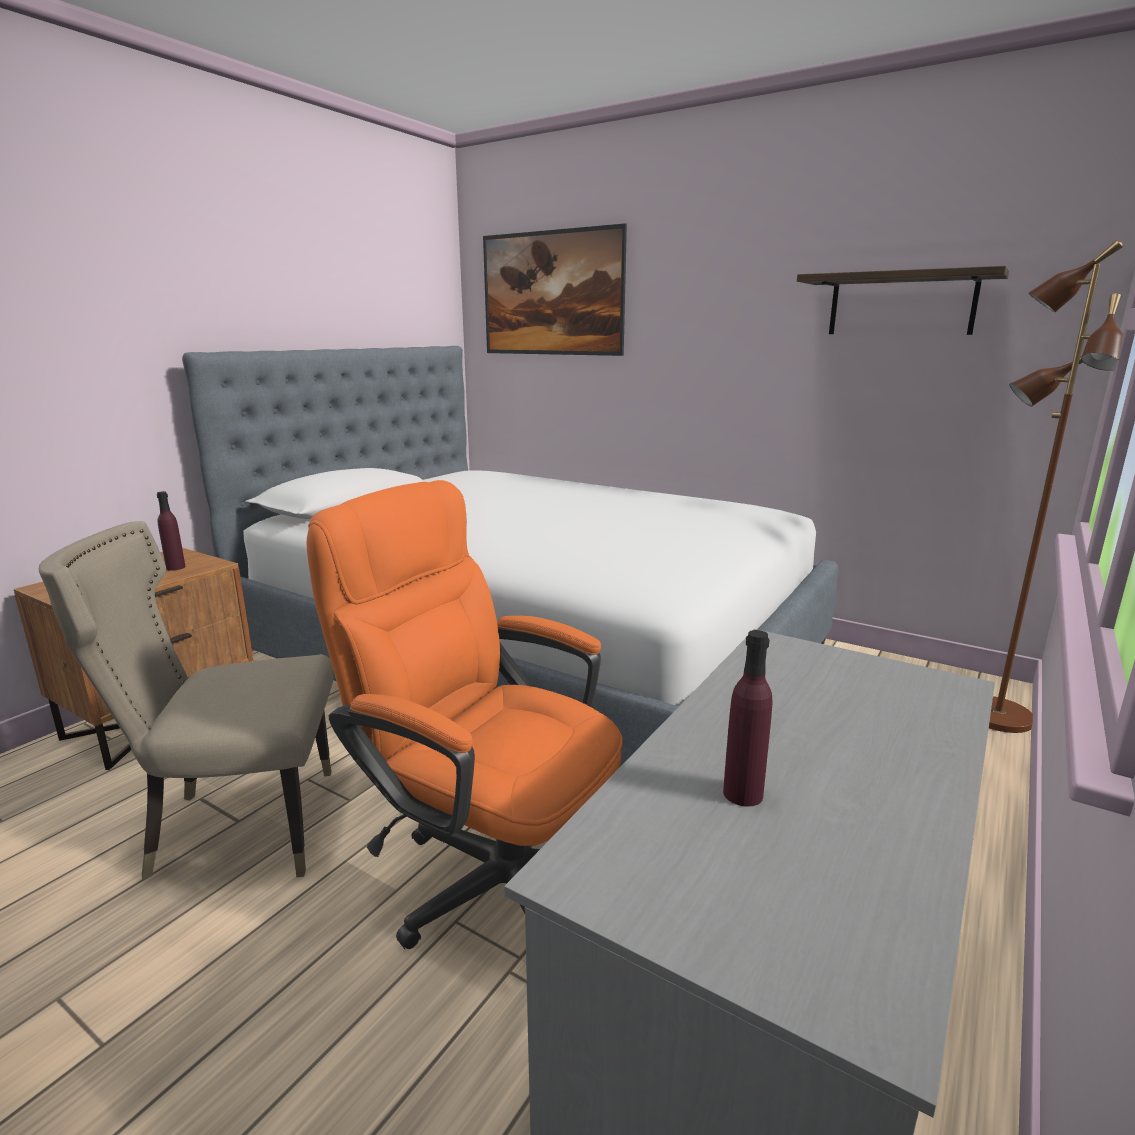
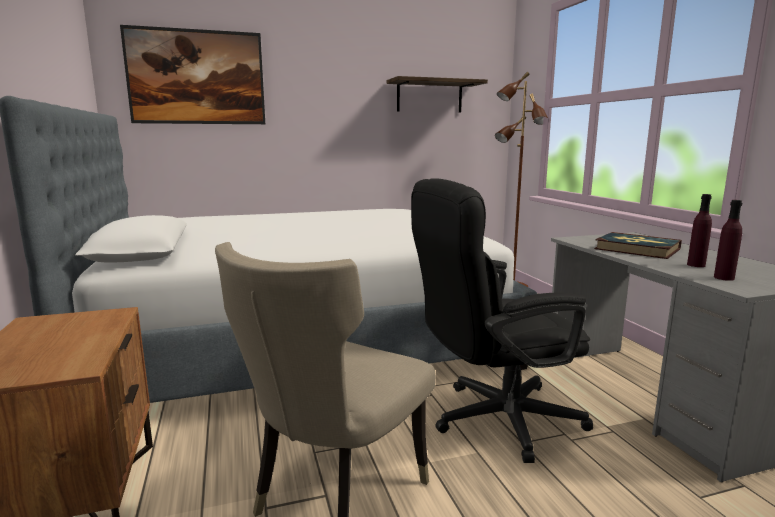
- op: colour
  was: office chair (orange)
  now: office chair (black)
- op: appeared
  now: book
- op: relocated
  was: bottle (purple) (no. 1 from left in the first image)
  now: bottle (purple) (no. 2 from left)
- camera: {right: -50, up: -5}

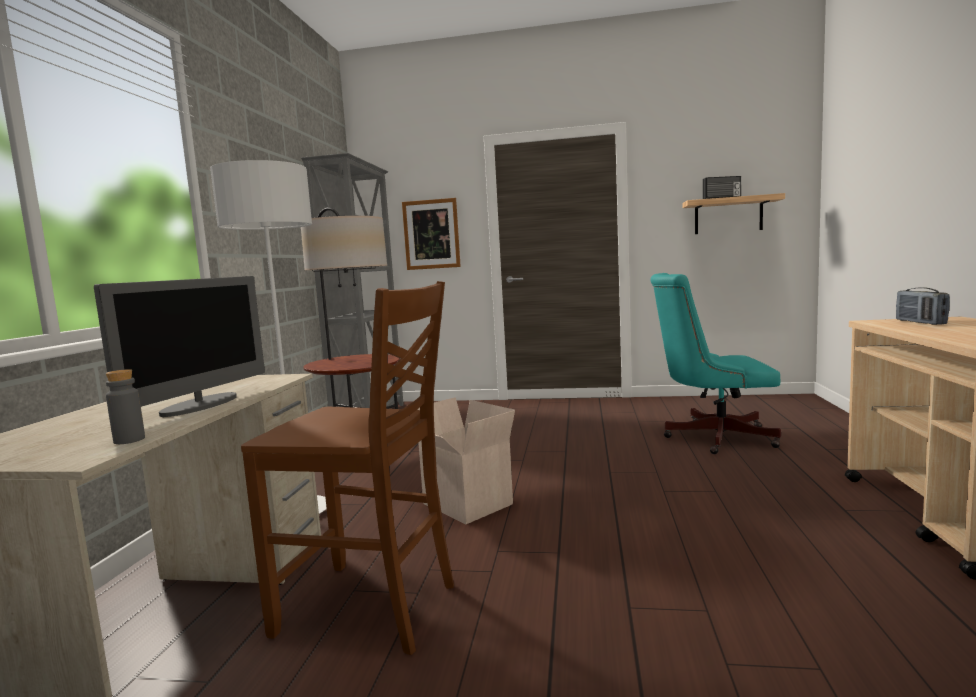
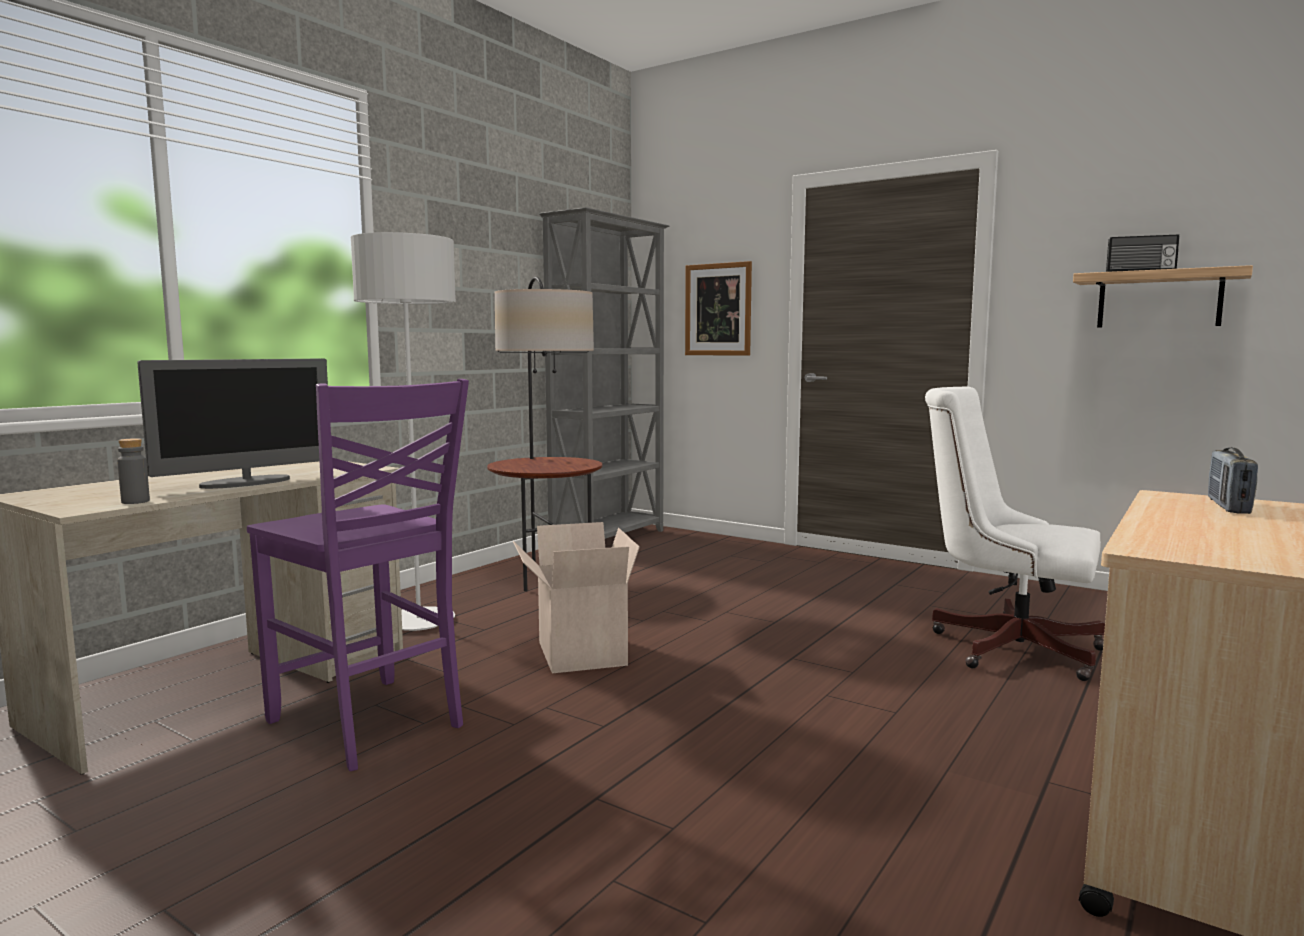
- op: colour
  was: chair (brown)
  now: chair (purple)
- op: colour
  was: office chair (turquoise)
  now: office chair (white)
- camera: {right: 25, up: 0}

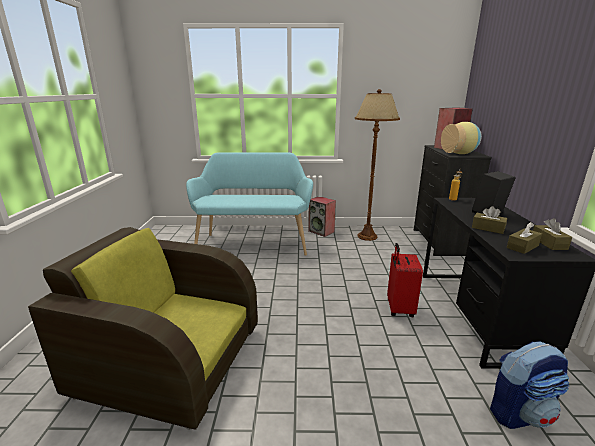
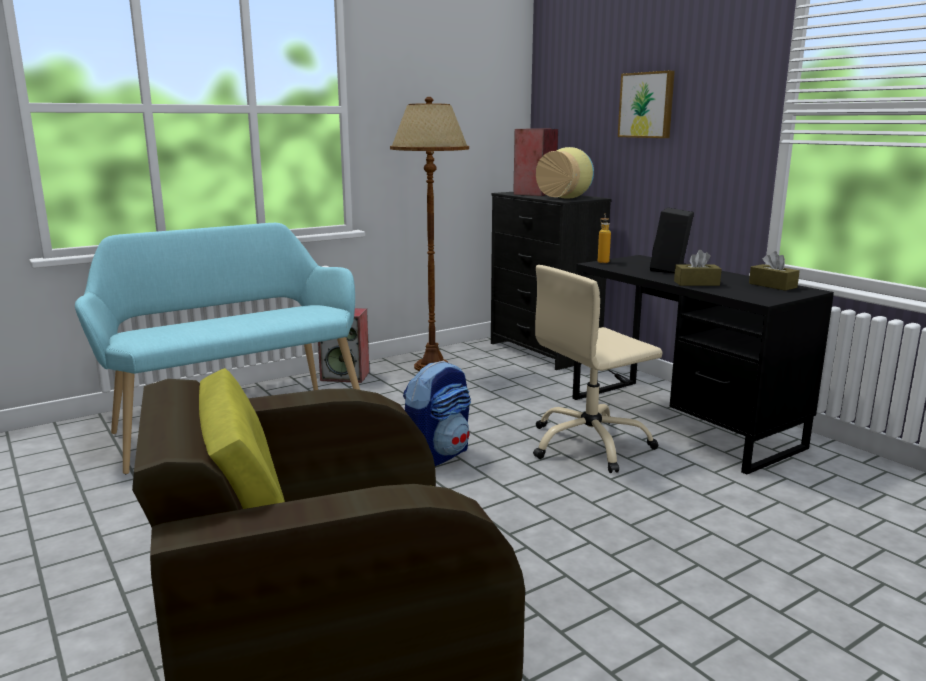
- op: relocated
  was: backpack
- op: exchanged
  was: suitcase (red)
  now: office chair (beige)
- op: appeared
  now: picture
- op: missing
  was: tissue box (brown) (no. 2 from left)
- camera: {right: -35, up: -5}

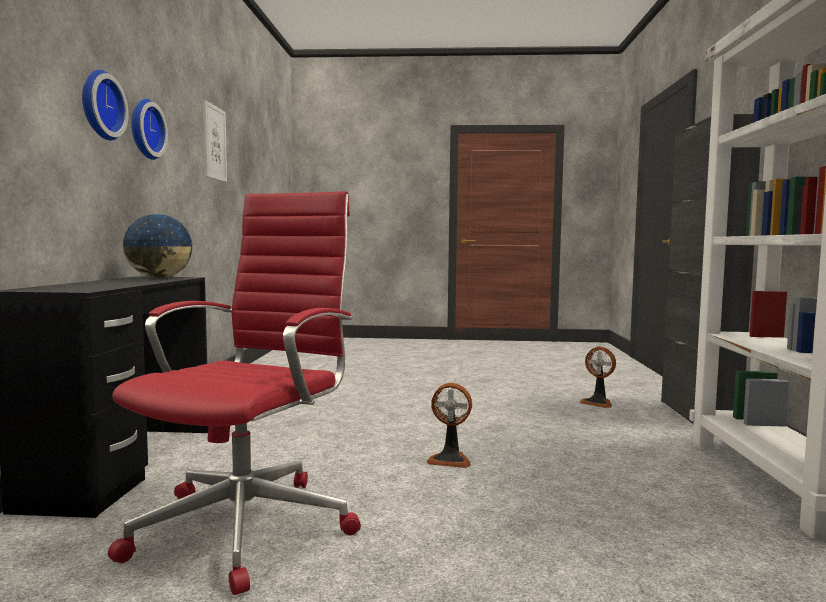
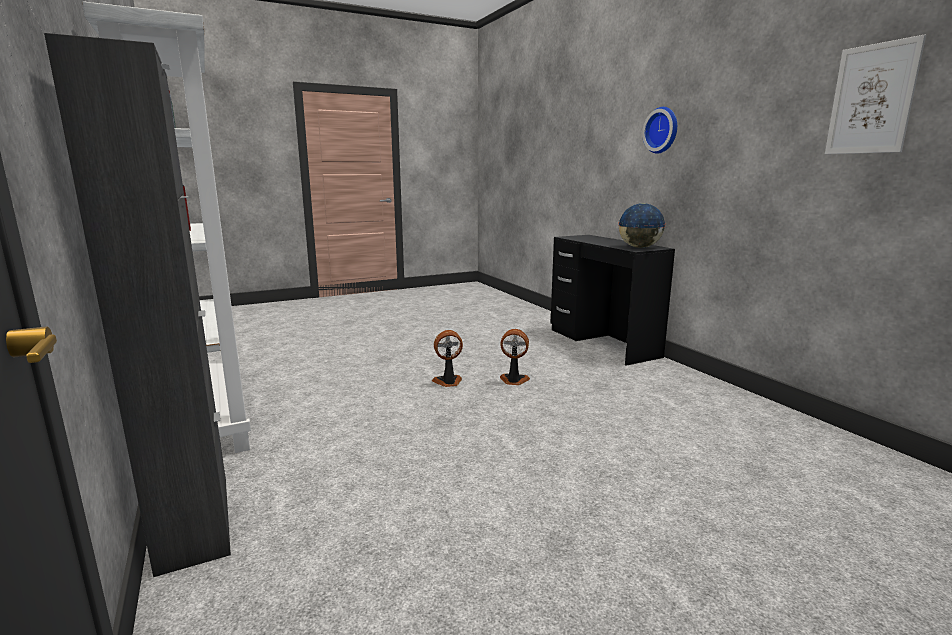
- op: relocated
  was: fan (no. 2 from left)
- op: missing
  was: office chair (red)
- op: missing
  was: wall clock (no. 2 from left)
- camera: {right: 150, up: 10}

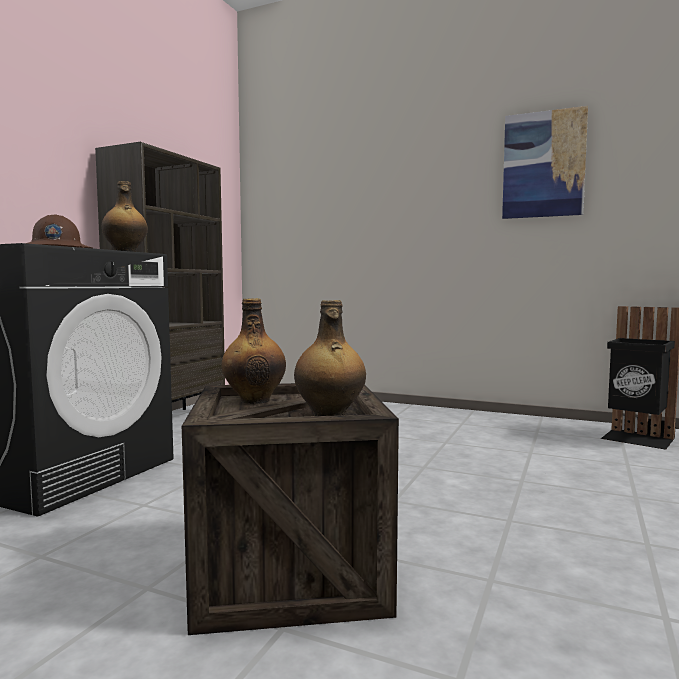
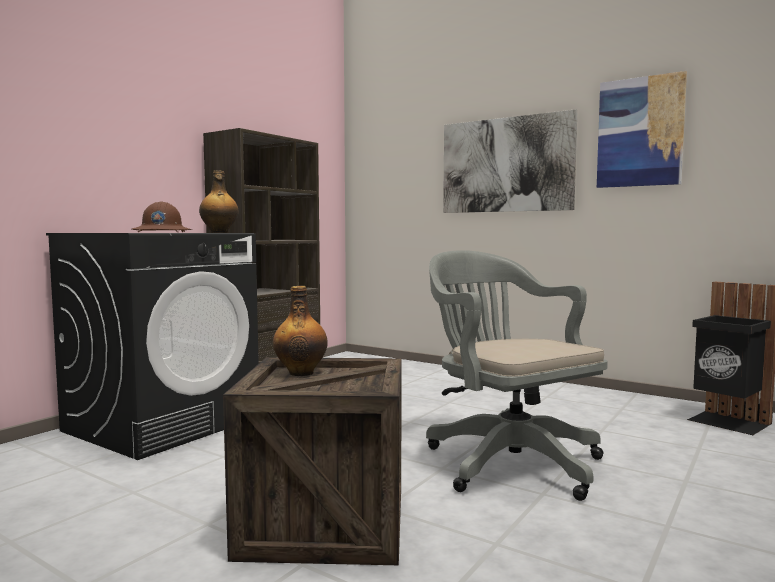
- op: appeared
  now: office chair (grey)
- op: appeared
  now: picture (no. 1 from left)
- op: missing
  was: bottle (no. 3 from left)
- camera: {right: 10, up: 0}

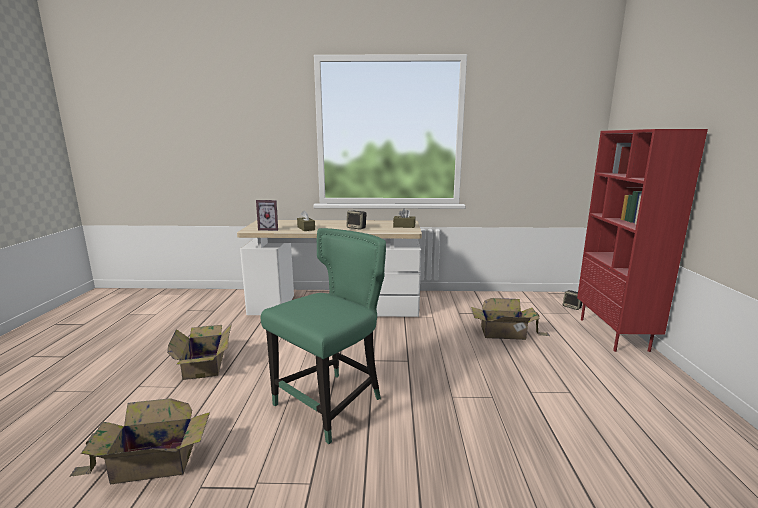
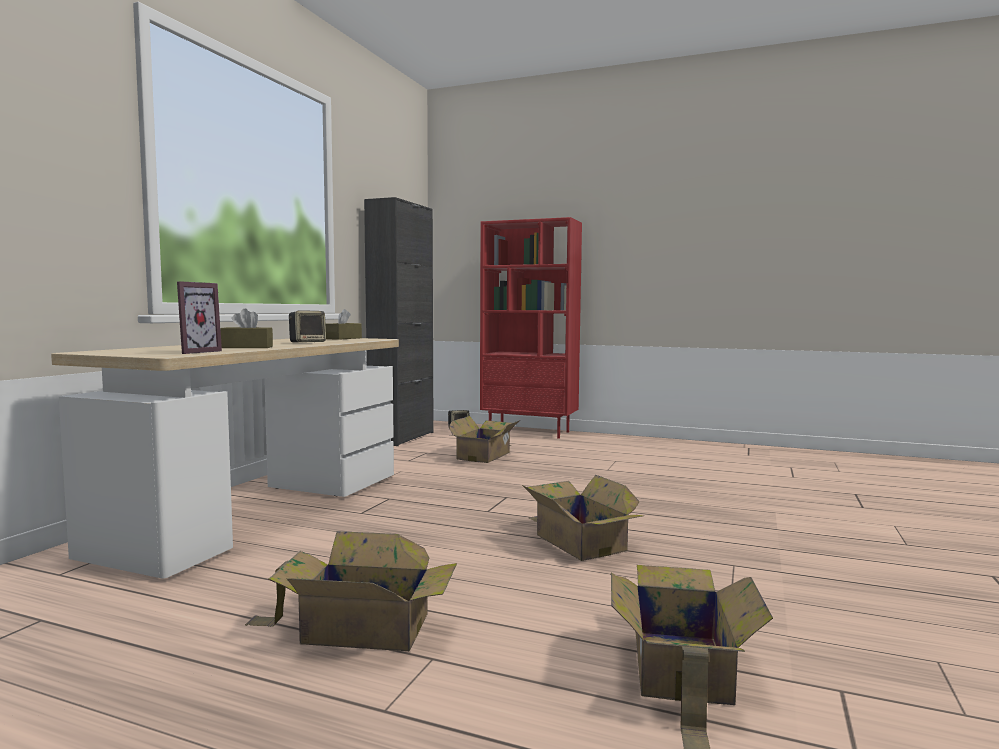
- op: appeared
  now: cabinet (black)
- op: exchanged
  was: chair (green)
  now: cardboard box (no. 3 from left)
- camera: {right: -70, up: -10}

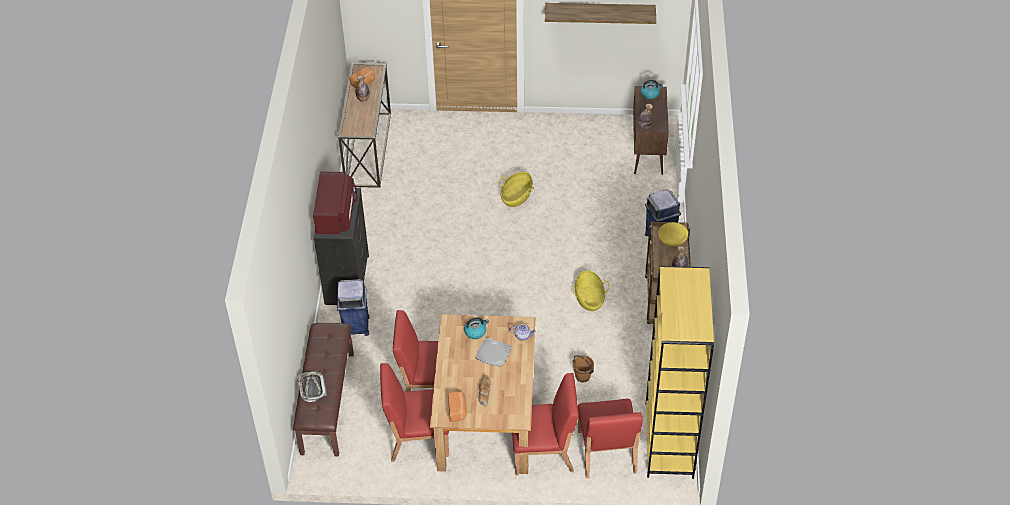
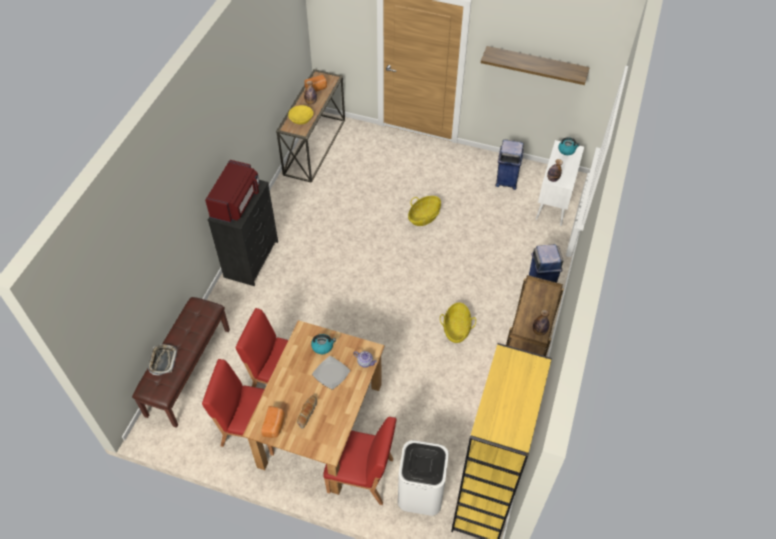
- op: relocated
  was: bowl (yellow)
- op: exchanged
  was: chair (red) (no. 4 from left)
  now: trash can (white)
- op: relocated
  was: trash can (blue) (no. 1 from left)
- op: colour
  was: cabinet (brown)
  now: cabinet (white)
- op: missing
  was: bucket (brown)
- camera: {right: 15, up: 5}

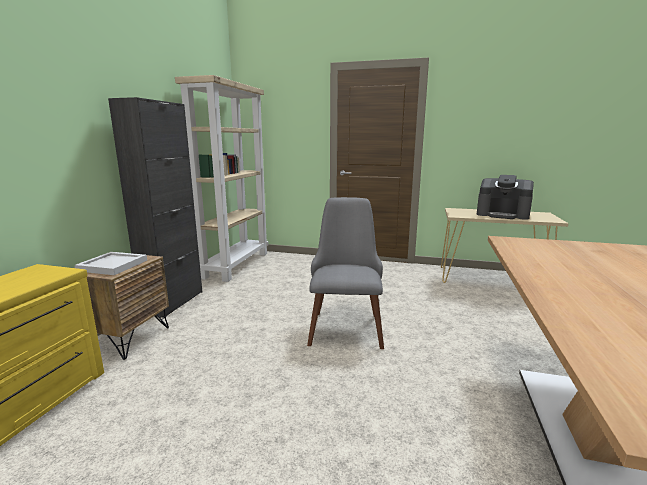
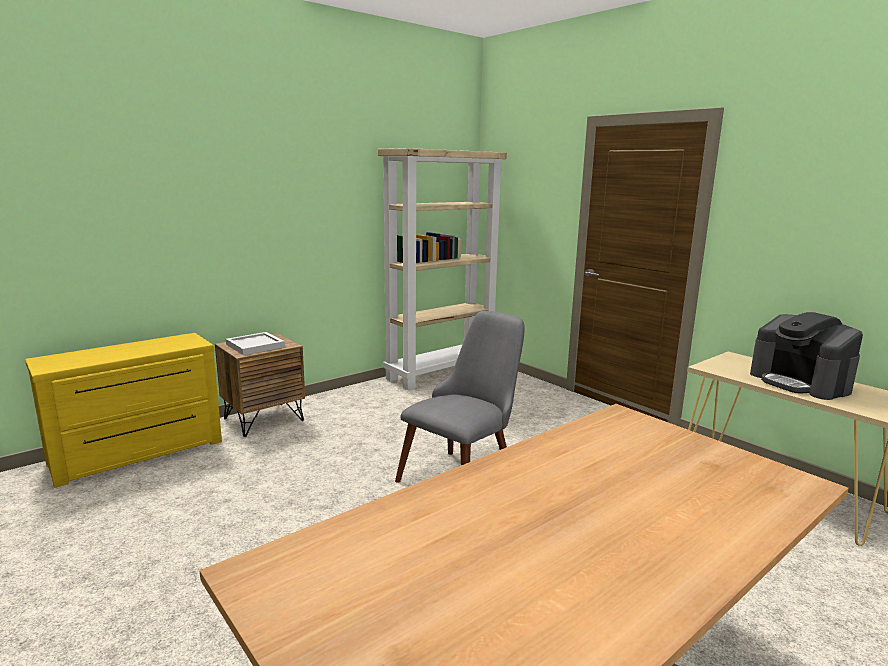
- op: missing
  was: cabinet (black)
- camera: {right: 35, up: 0}

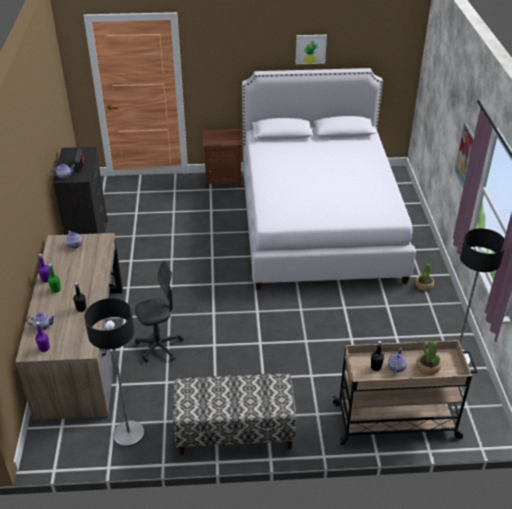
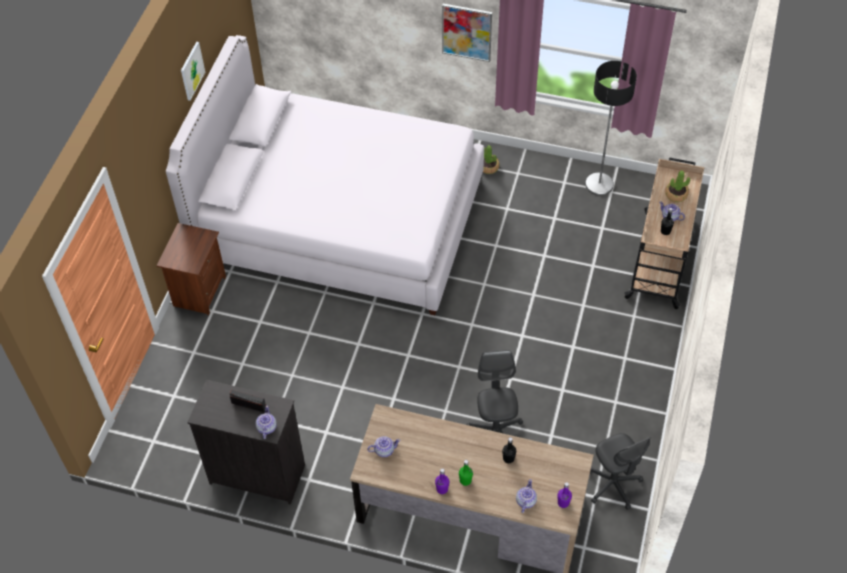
- op: exchanged
  was: floor lamp (no. 1 from left)
  now: office chair (grey) (no. 2 from left)
- op: missing
  was: bench
- camera: {right: -70, up: 15}

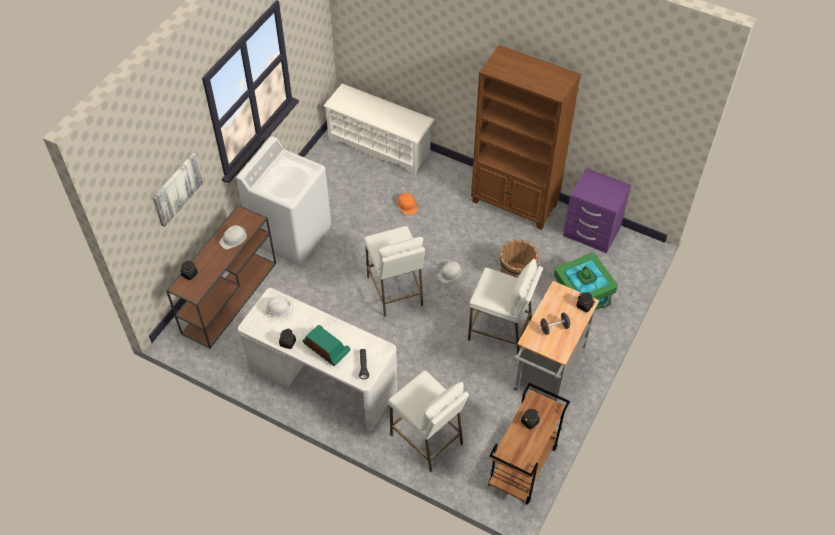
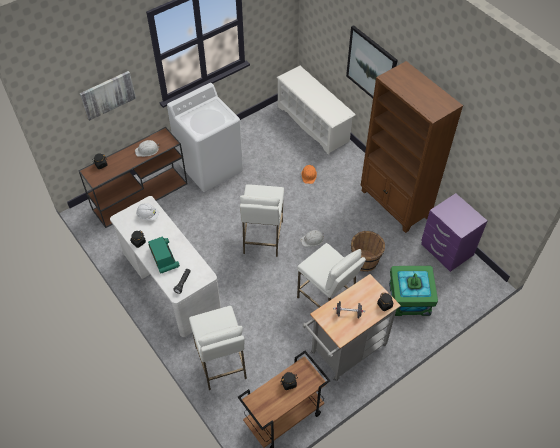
- op: appeared
  now: picture (no. 2 from left)
- camera: {right: 25, up: 0}

